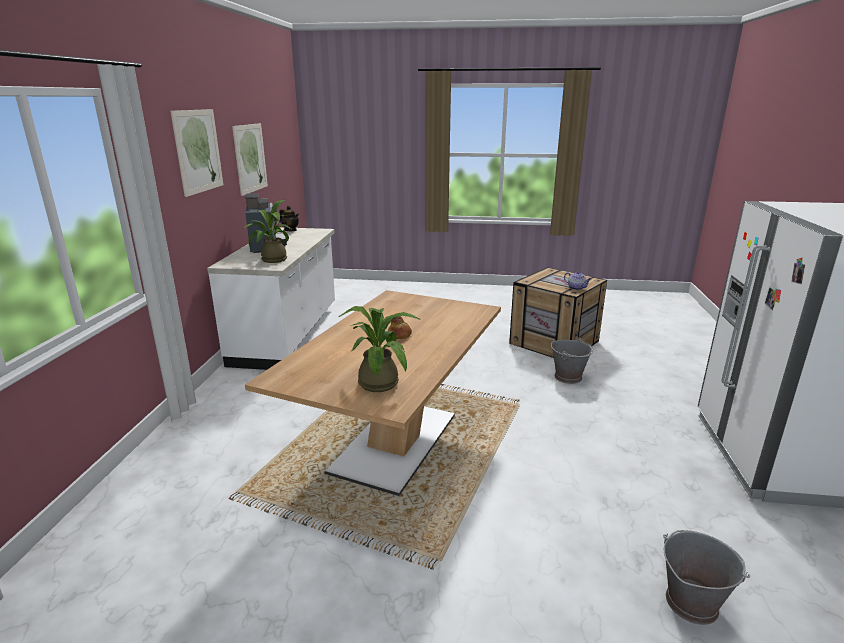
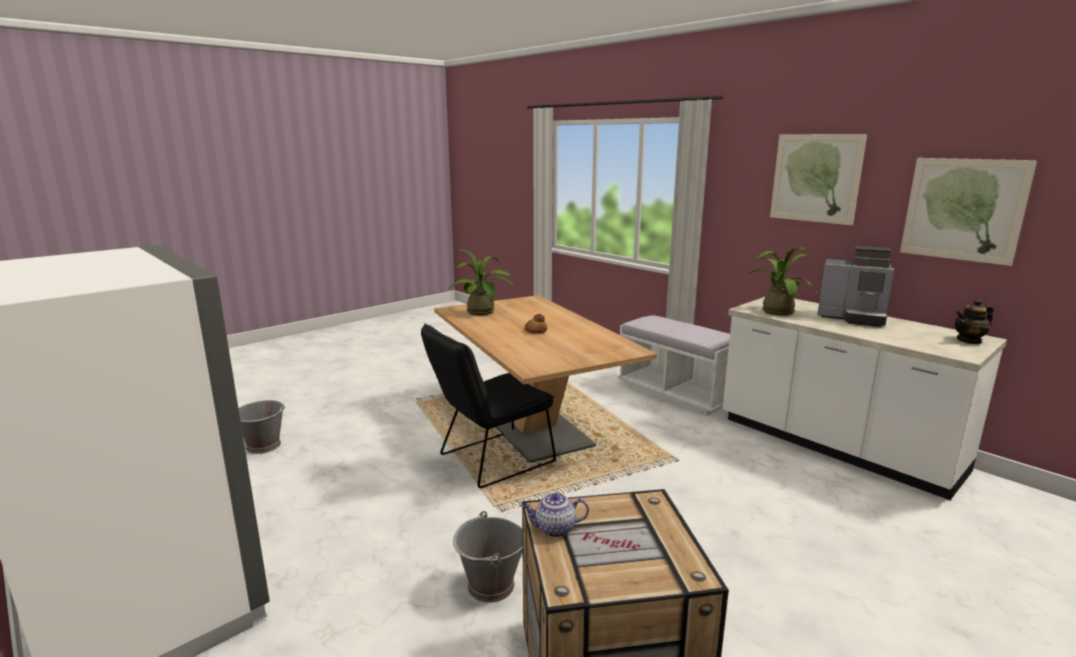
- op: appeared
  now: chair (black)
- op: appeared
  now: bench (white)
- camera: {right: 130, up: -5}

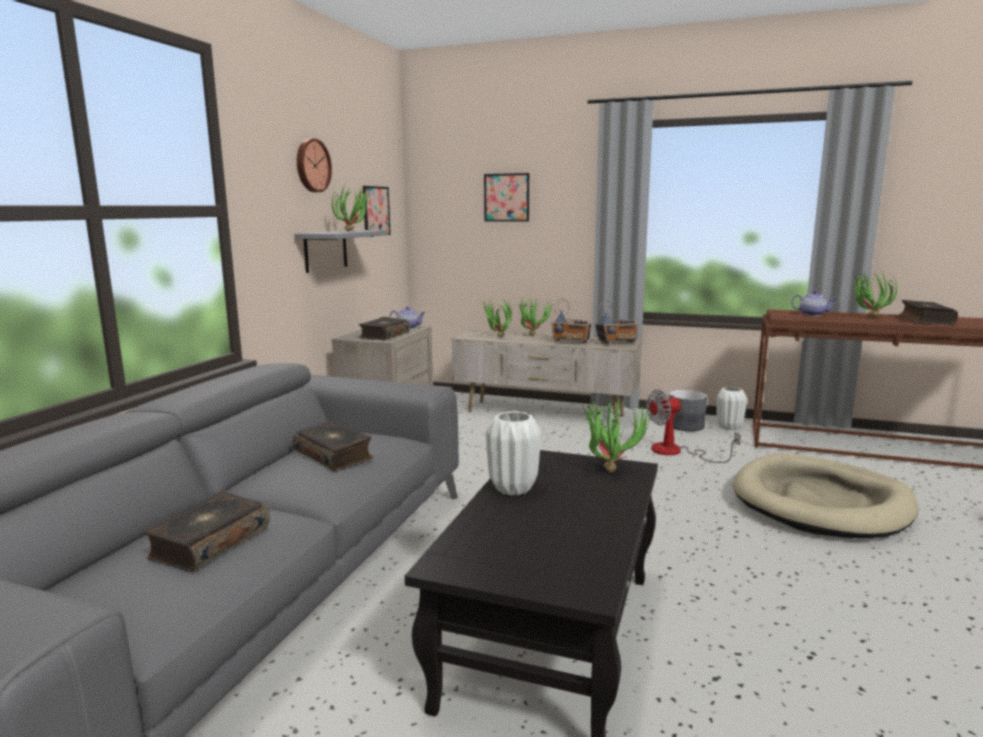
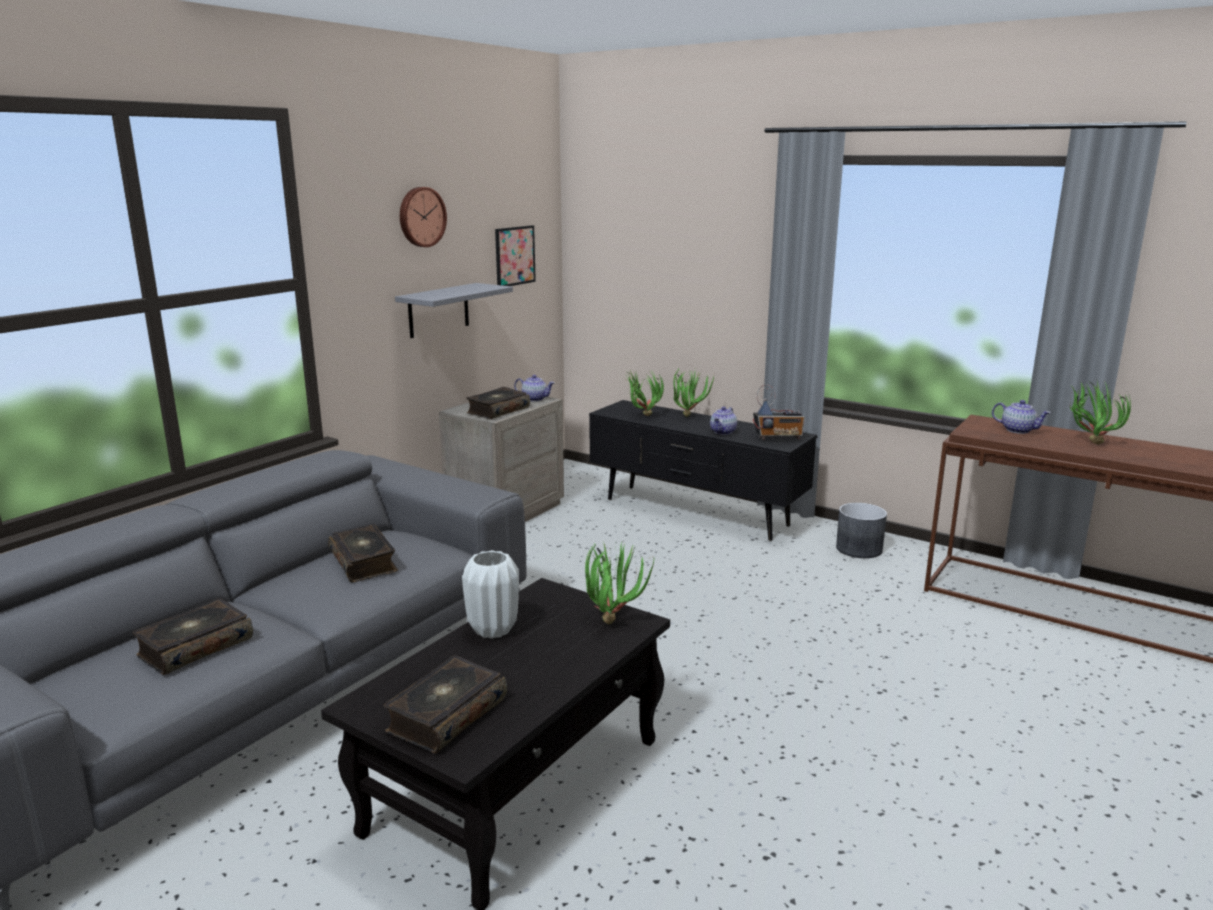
- op: relocated
  was: book (no. 4 from left in the first image)
  now: book (no. 3 from left)
- op: colour
  was: tv stand (beige)
  now: tv stand (black)
- op: exchanged
  was: radio (no. 1 from left)
  now: teapot (no. 2 from left)
- op: missing
  was: potted plant (no. 1 from left)
- op: missing
  was: picture (no. 2 from left)
- op: missing
  was: fan
- op: missing
  was: vase (white) (no. 2 from left)
- op: missing
  was: dog bed (beige)
- camera: {right: 15, up: 5}

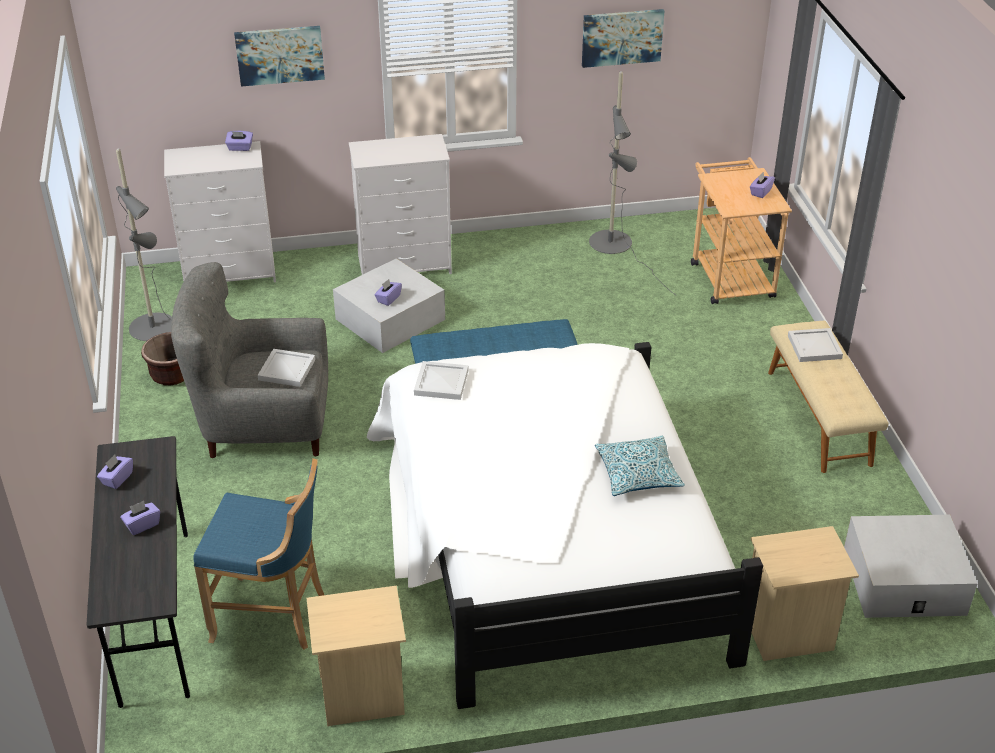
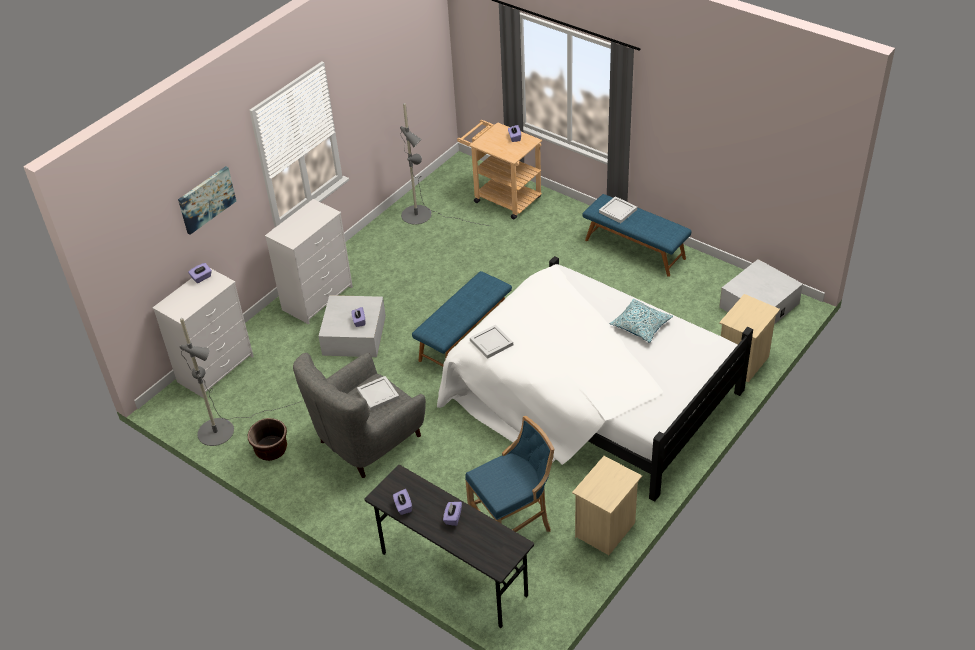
- op: colour
  was: bench (beige)
  now: bench (blue) (no. 2 from left)
- op: missing
  was: picture (no. 2 from left)
- camera: {right: -40, up: 5}

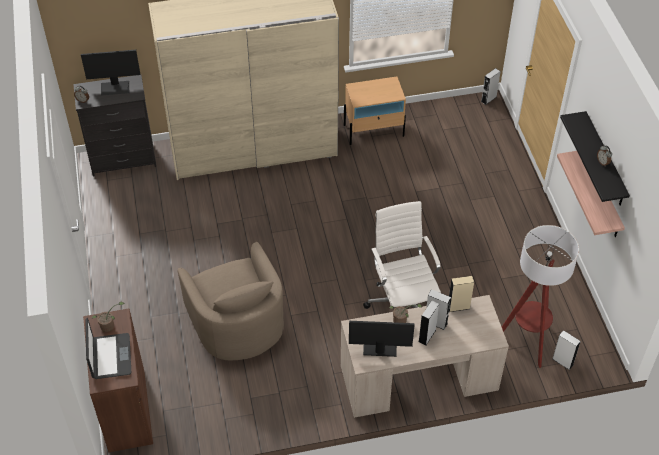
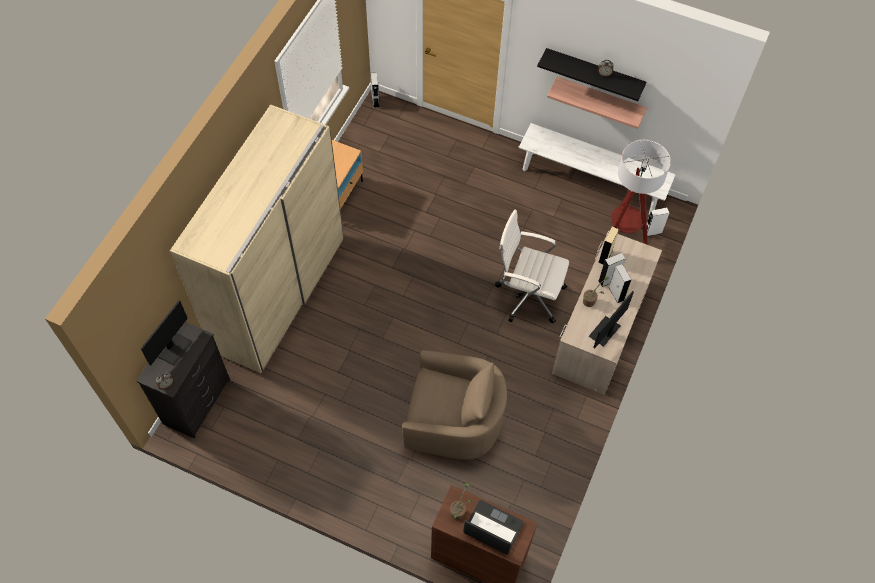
- op: appeared
  now: bench (white)
- camera: {right: -55, up: 10}

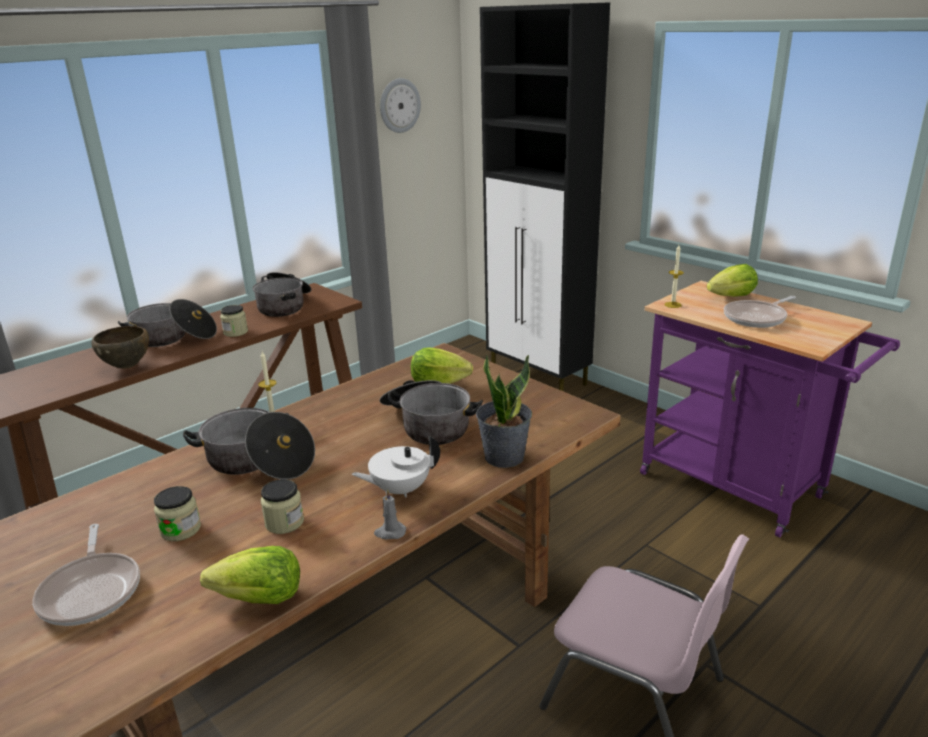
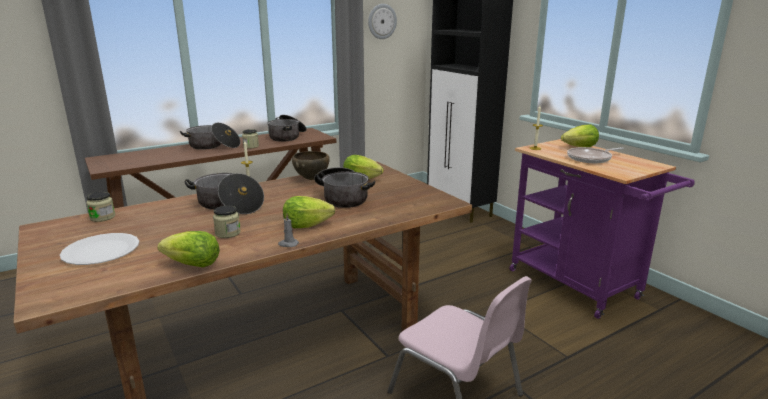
- op: exchanged
  was: frying pan (no. 1 from left)
  now: plate (white)
- op: relocated
  was: jar (no. 1 from left)
- op: exchanged
  was: teapot (white)
  now: lettuce (no. 2 from left)
- op: relocated
  was: bowl (brown)
- op: missing
  was: potted plant
- camera: {right: 10, up: -5}

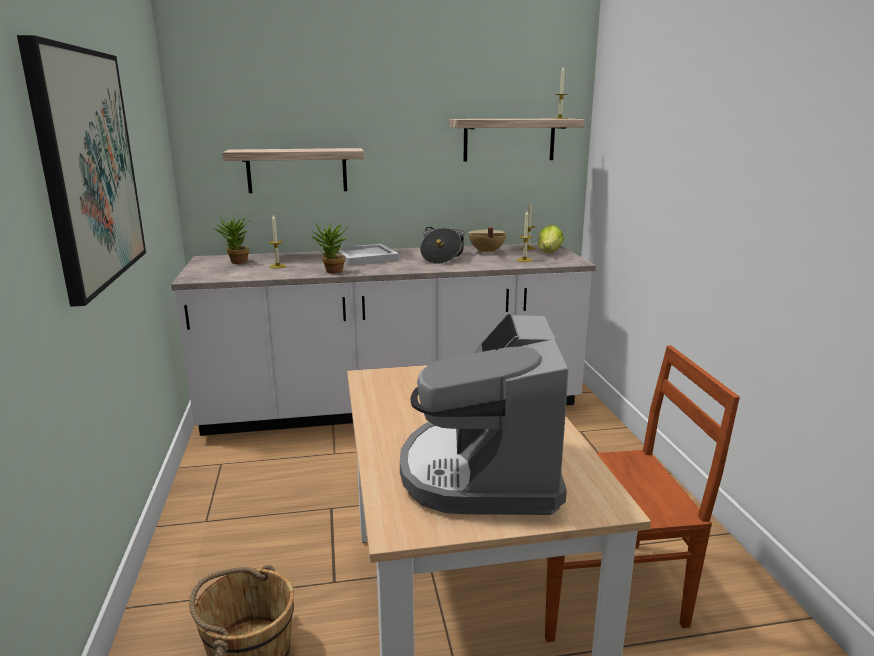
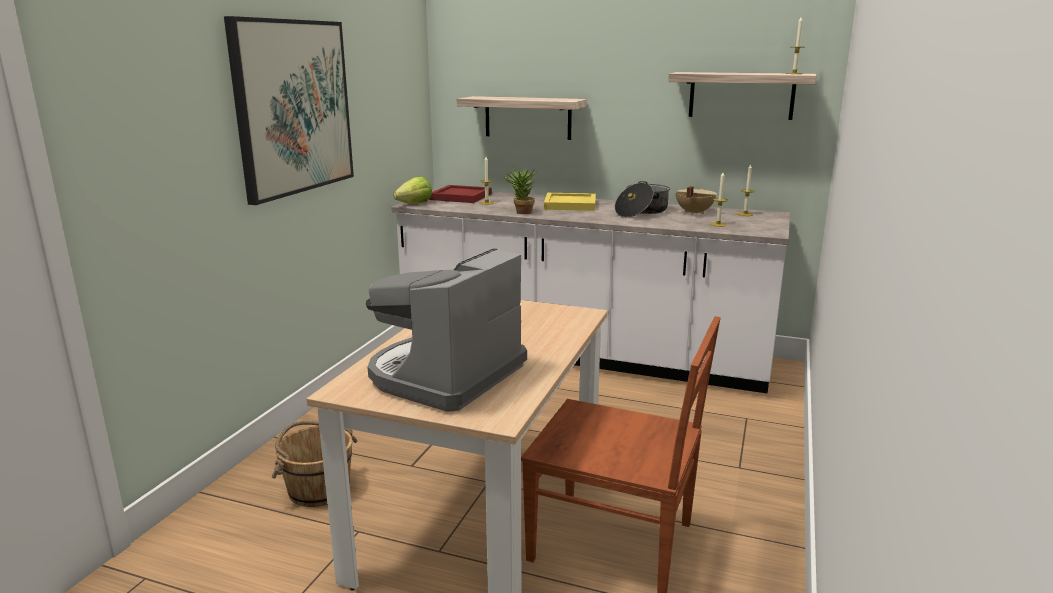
- op: relocated
  was: lettuce
- op: exchanged
  was: potted plant (no. 1 from left)
  now: tray (red)
- op: colour
  was: tray (white)
  now: tray (yellow)
- camera: {right: 30, up: 0}

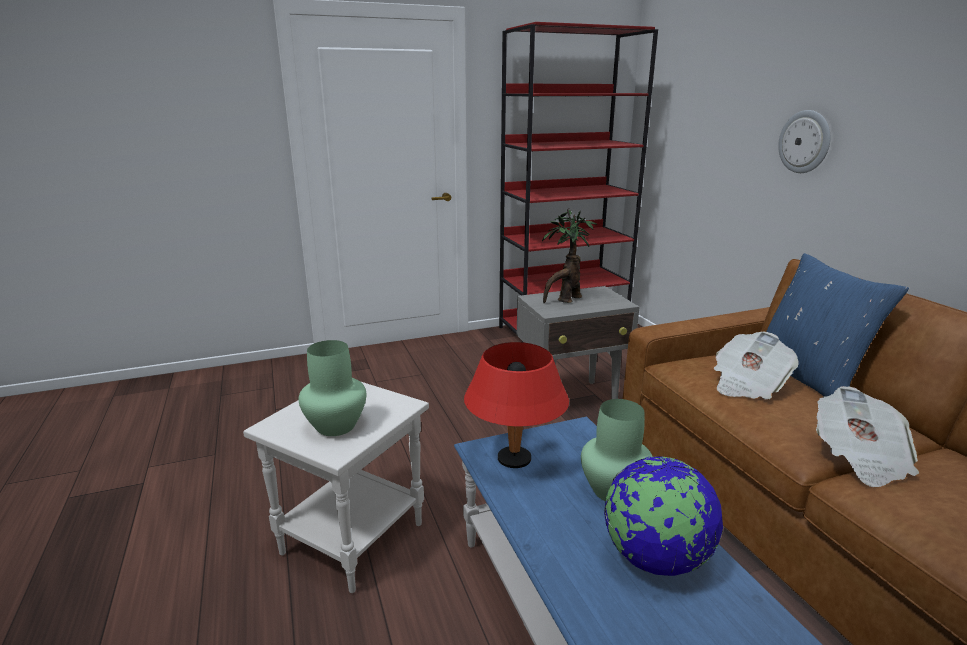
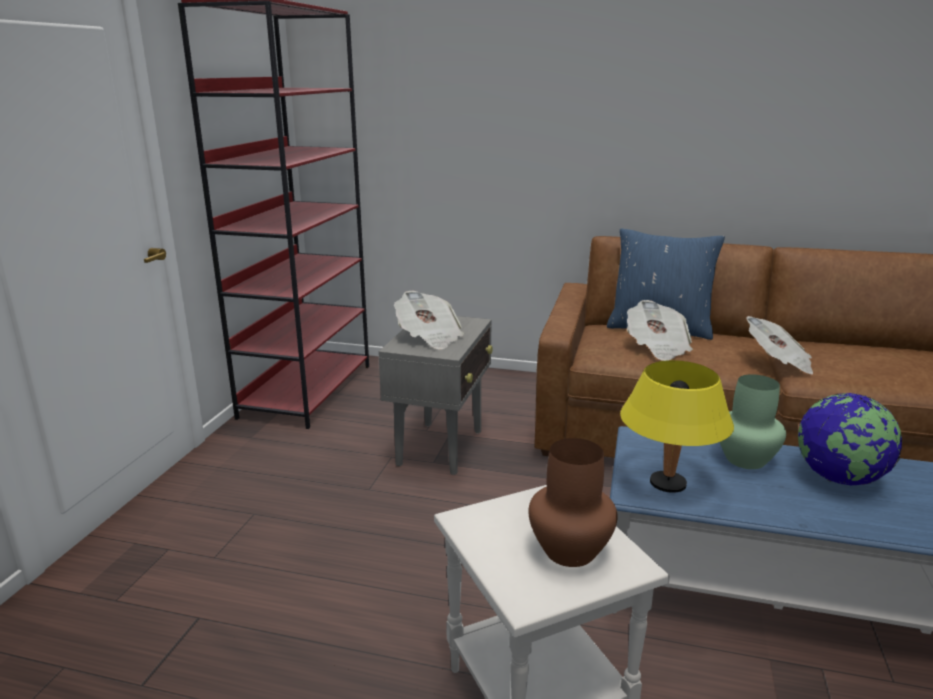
- op: exchanged
  was: potted plant
  now: newspaper (no. 1 from left)
- op: colour
  was: vase (green) (no. 1 from left)
  now: vase (brown)
- op: colour
  was: table lamp (red)
  now: table lamp (yellow)
- op: missing
  was: wall clock
- camera: {right: -55, up: 0}

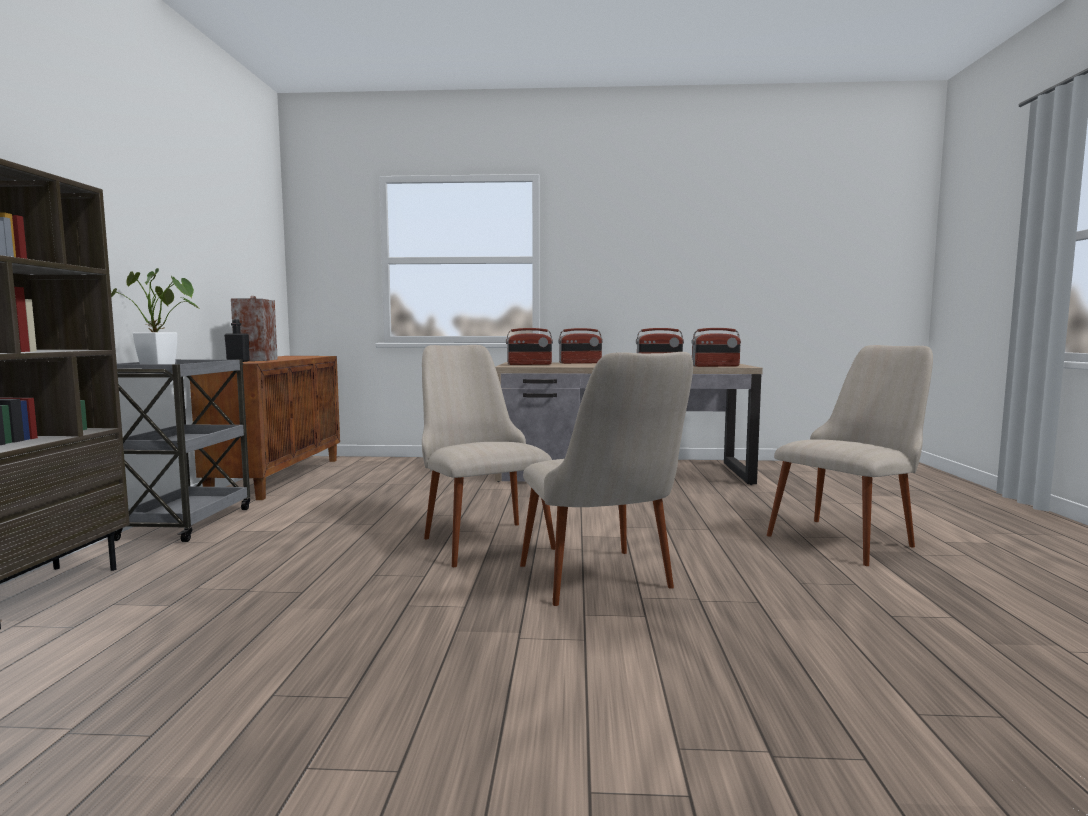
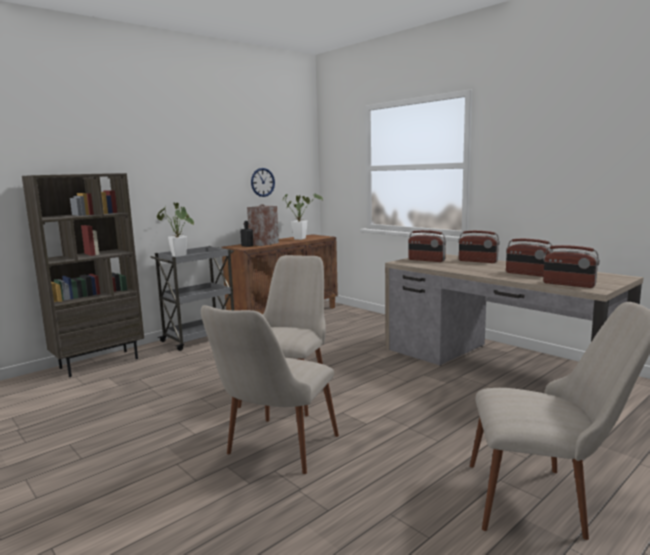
- op: appeared
  now: wall clock
- op: appeared
  now: potted plant (no. 2 from left)
- camera: {right: 45, up: 5}

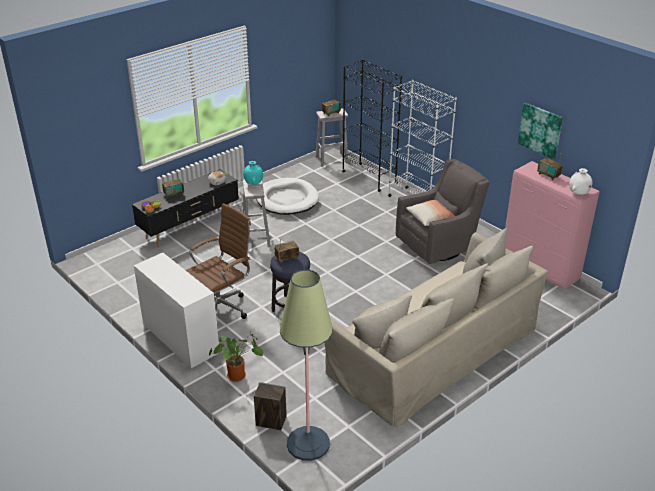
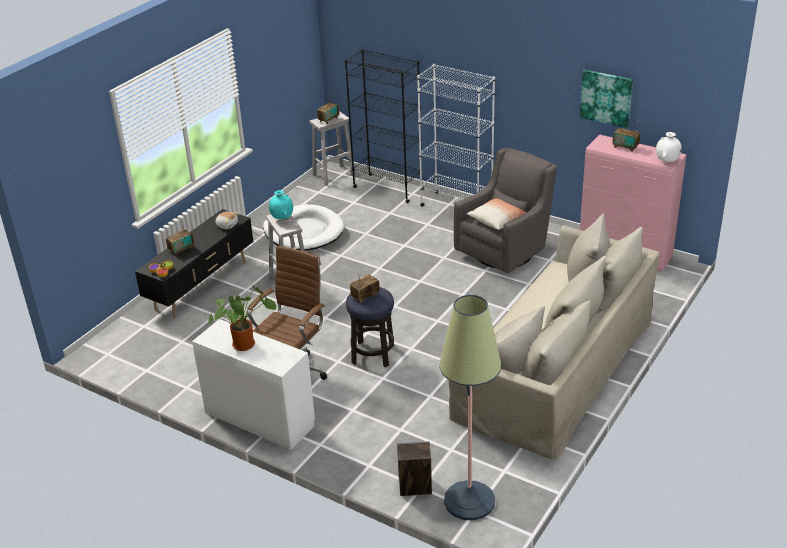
- op: relocated
  was: potted plant
- camera: {right: -15, up: 0}

